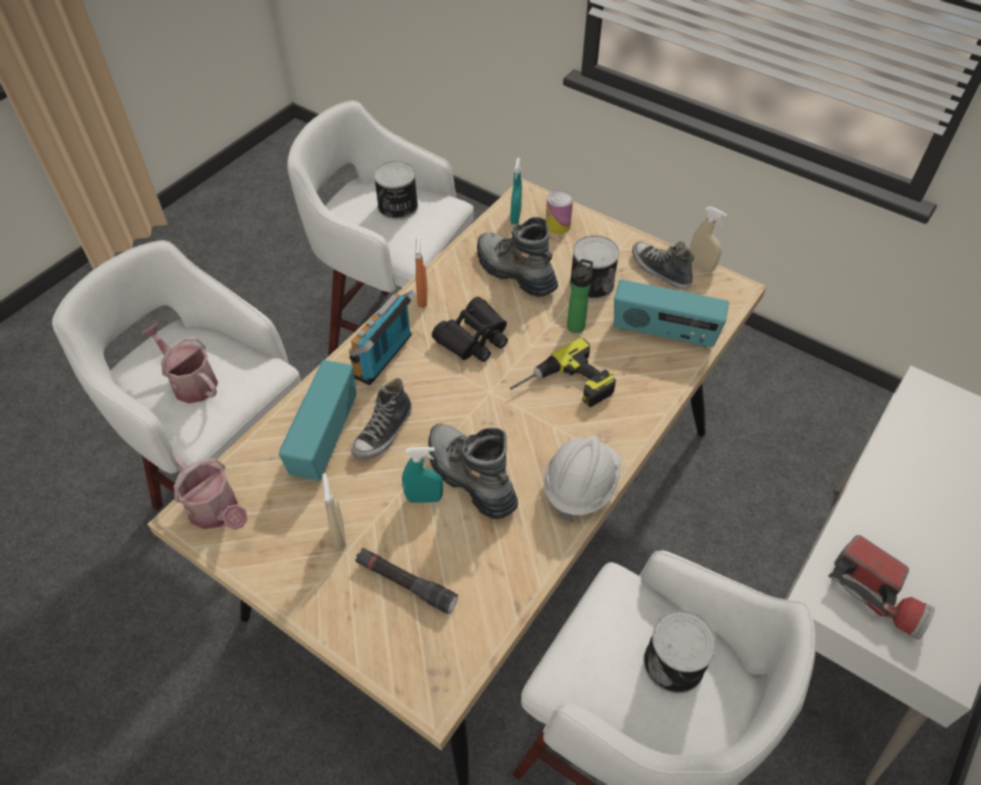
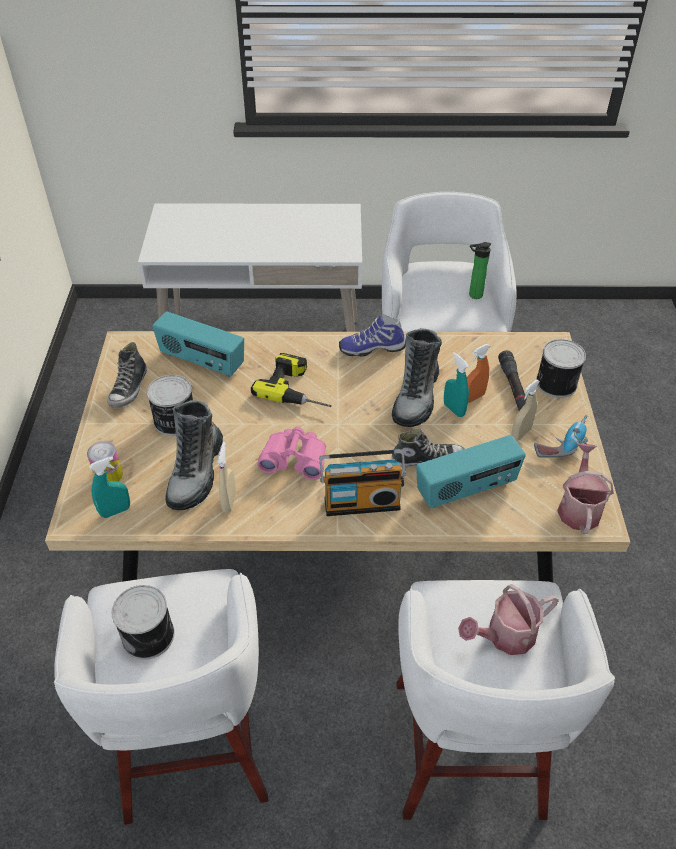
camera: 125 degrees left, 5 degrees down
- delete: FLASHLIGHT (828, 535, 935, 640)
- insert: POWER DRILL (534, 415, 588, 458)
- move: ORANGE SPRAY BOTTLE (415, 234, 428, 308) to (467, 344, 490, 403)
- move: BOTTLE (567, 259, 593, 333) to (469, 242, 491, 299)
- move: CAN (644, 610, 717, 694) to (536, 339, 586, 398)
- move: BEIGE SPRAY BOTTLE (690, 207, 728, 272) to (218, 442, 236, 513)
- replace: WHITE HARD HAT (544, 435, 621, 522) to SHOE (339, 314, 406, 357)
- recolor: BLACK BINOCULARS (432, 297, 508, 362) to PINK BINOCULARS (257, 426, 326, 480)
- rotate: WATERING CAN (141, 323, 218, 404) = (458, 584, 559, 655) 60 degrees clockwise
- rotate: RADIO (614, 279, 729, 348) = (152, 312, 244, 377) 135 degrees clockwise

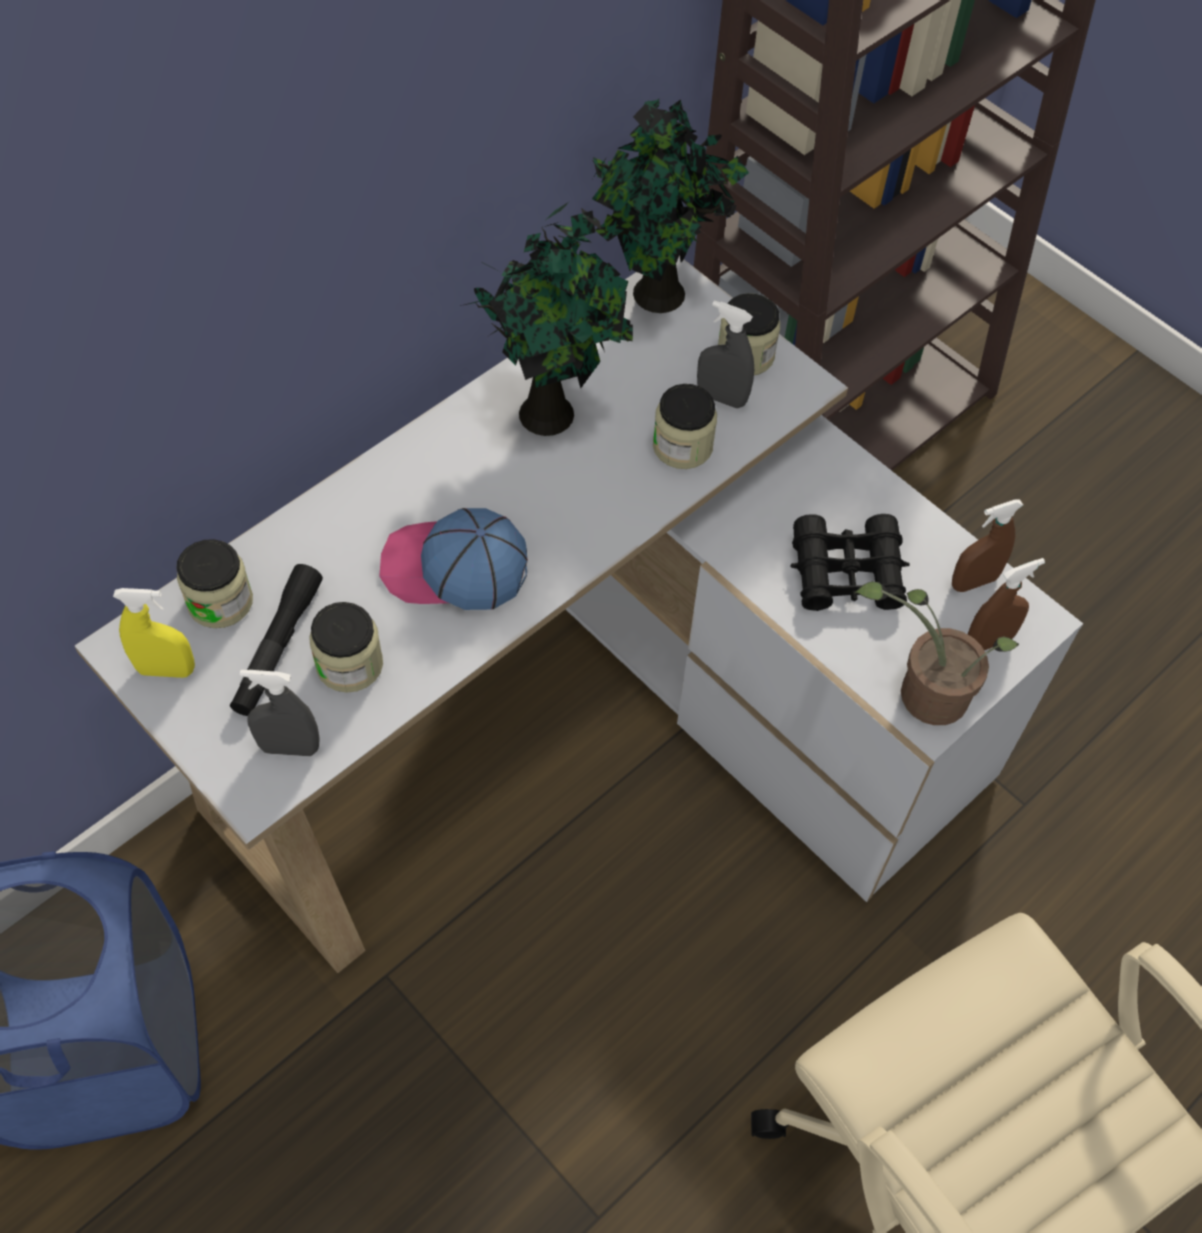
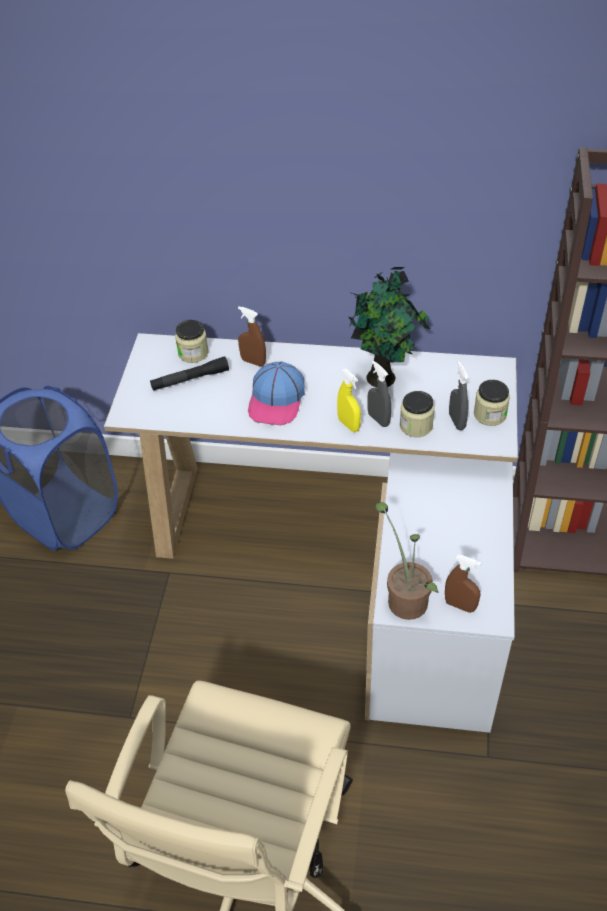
camera: 55 degrees right, 10 degrees down
- delete: JAR (309, 602, 383, 693)
- delete: POTTED PLANT (592, 99, 749, 313)
- delete: BLACK BINOCULARS (790, 514, 910, 611)
- move: YELLOW SPRAY BOTTLE (113, 588, 195, 678) to (337, 369, 361, 432)
- move: GREY SPRAY BOTTLE (240, 670, 319, 756) to (367, 360, 391, 427)
- move: BROWN SPRAY BOTTLE (952, 500, 1023, 592) to (238, 306, 266, 367)
- rotate: CAP (379, 508, 528, 610) = (248, 362, 305, 425) 135 degrees counterclockwise

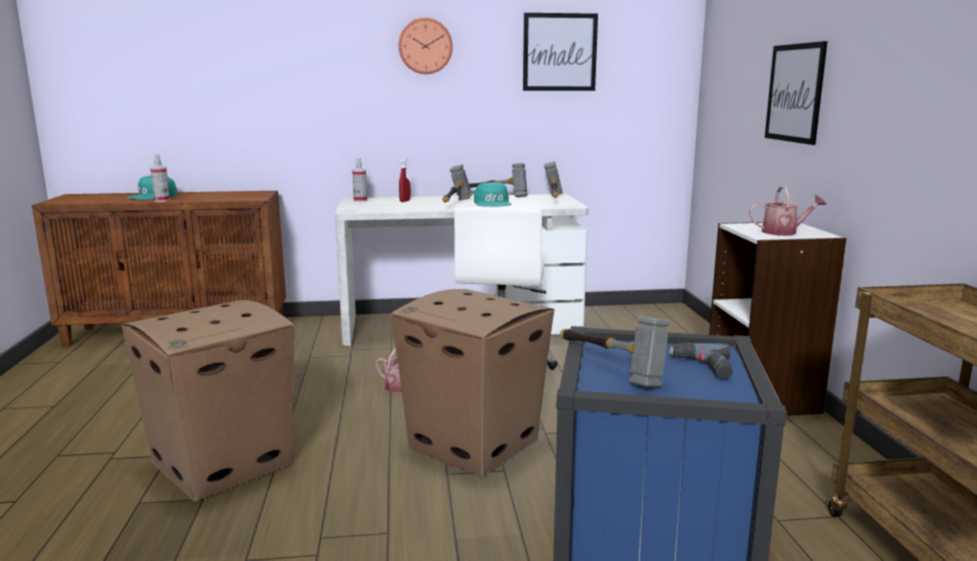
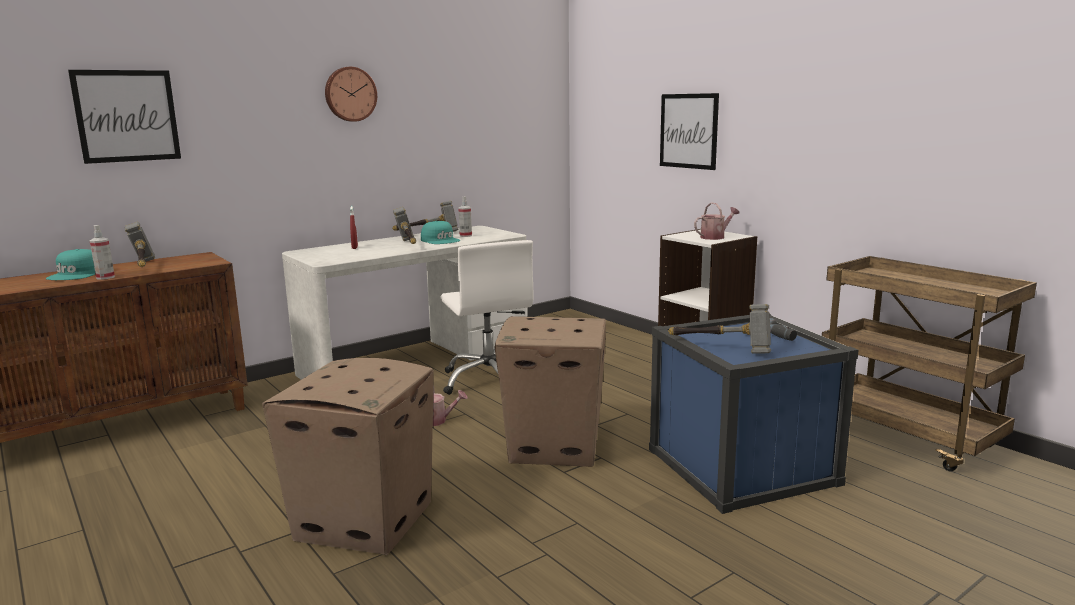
camera: 30 degrees left, 0 degrees up
- move: SPRAY BOTTLE (352, 158, 367, 202) to (458, 196, 472, 237)
- move: PICTURE (523, 13, 598, 91) to (68, 70, 181, 164)
- move: HAMMER (544, 161, 563, 198) to (125, 222, 155, 267)

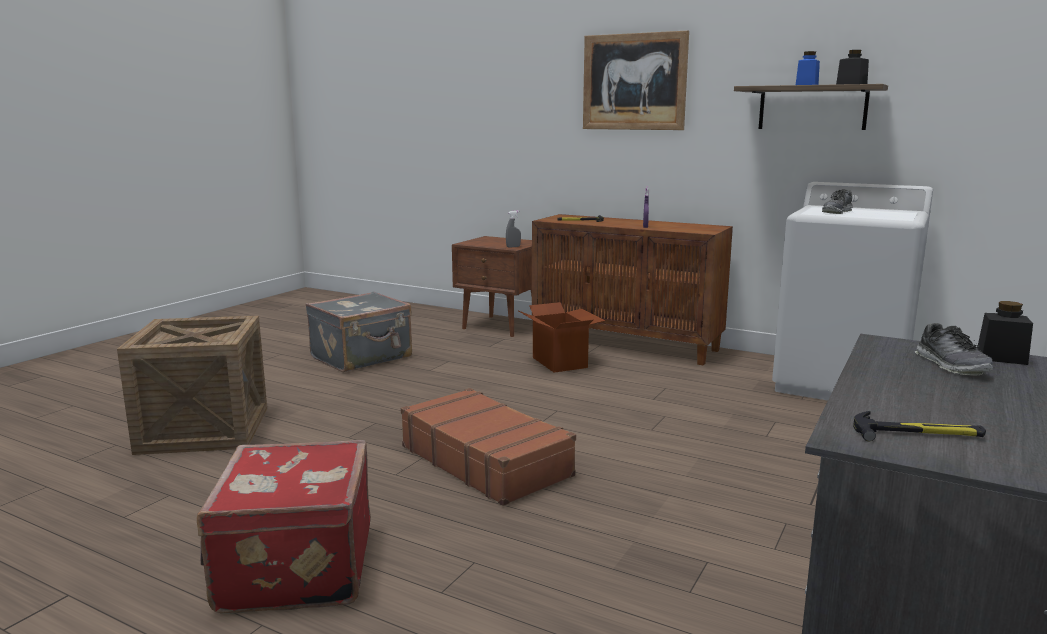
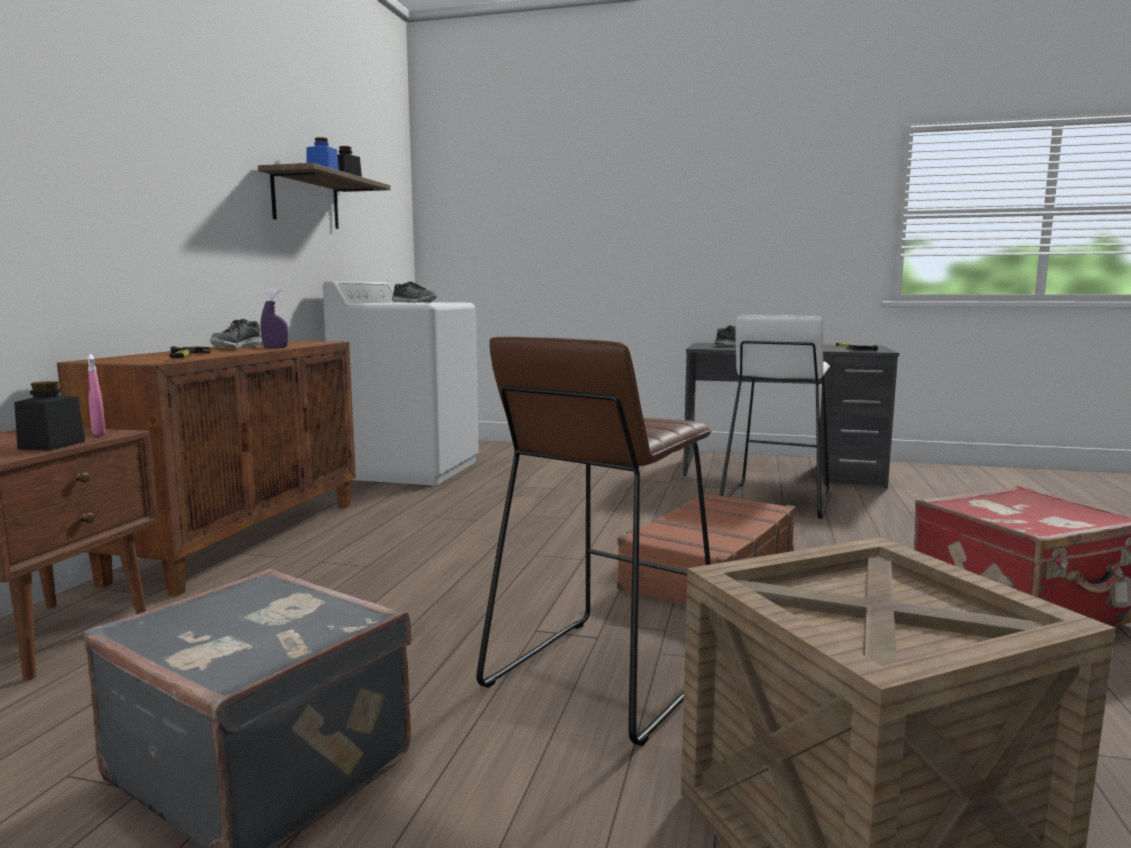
camera: 105 degrees left, 5 degrees down
- delete: CARDBOARD BOX (519, 302, 605, 373)
- delete: PICTURE (583, 31, 689, 130)
- insert: SHOE (210, 319, 263, 349)
- insert: BROWN STOOL (476, 337, 711, 746)
- insert: WHITE STOOL (719, 315, 831, 519)
- move: BLACK JAR (977, 301, 1033, 365) to (14, 381, 85, 451)
- recolor: GREY SPRAY BOTTLE (506, 211, 521, 248) to PINK SPRAY BOTTLE (87, 354, 106, 436)

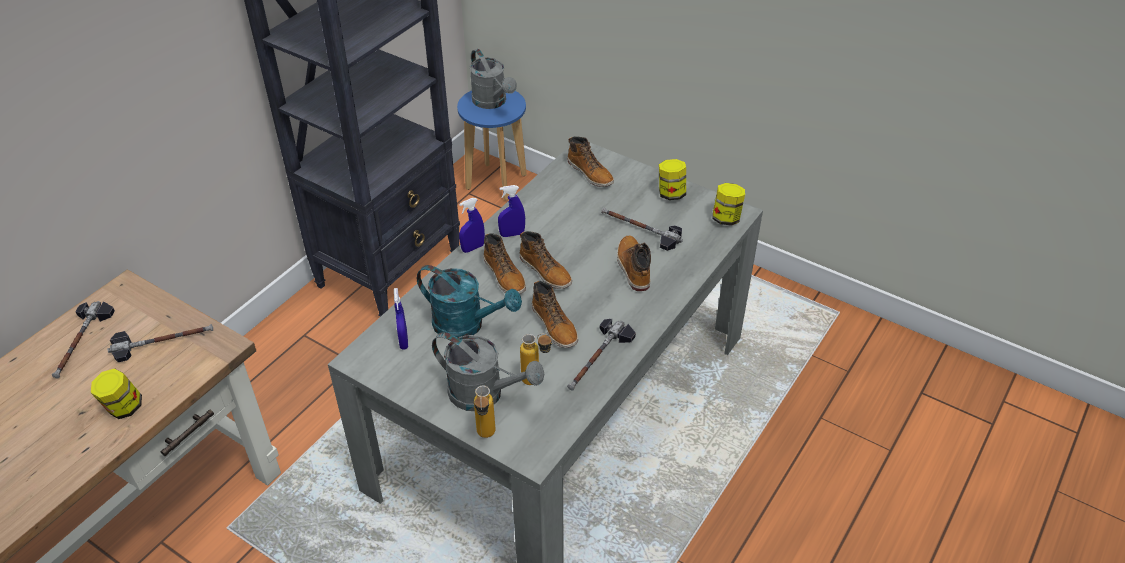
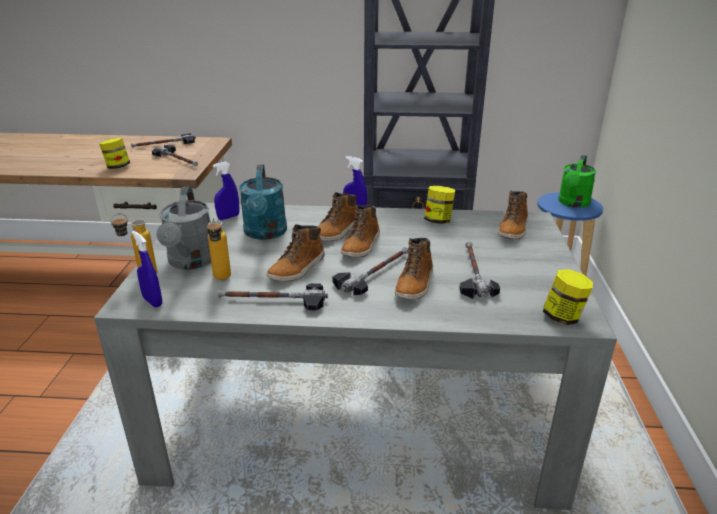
camera: 60 degrees right, 15 degrees down
- insert: HAMMER (332, 247, 408, 295)
- move: BLUE SPRAY BOTTLE (498, 185, 525, 237) to (132, 231, 162, 307)
- move: JAR (659, 159, 686, 200) to (424, 186, 455, 224)
- recolor: GREY WATERING CAN (470, 49, 517, 109) to GREEN WATERING CAN (558, 155, 597, 208)
- rotate: BOOT (617, 236, 651, 291) = (395, 238, 433, 300) 150 degrees clockwise

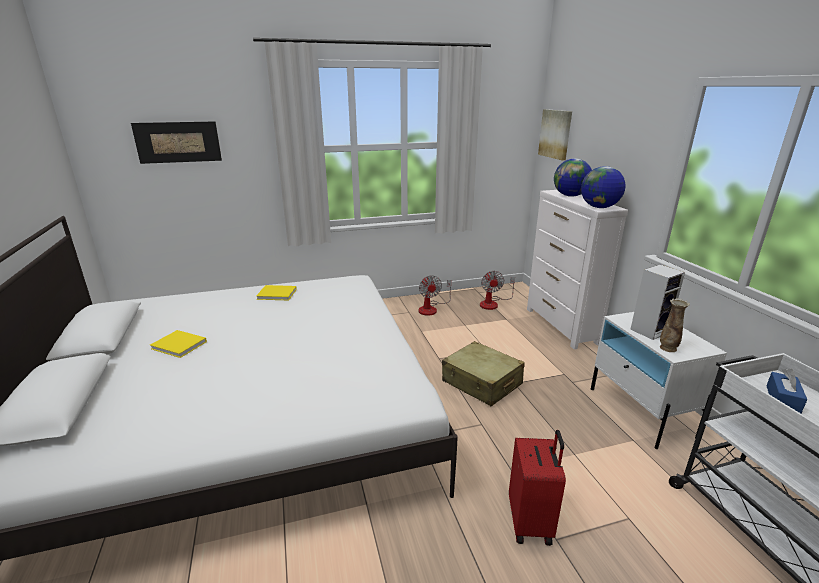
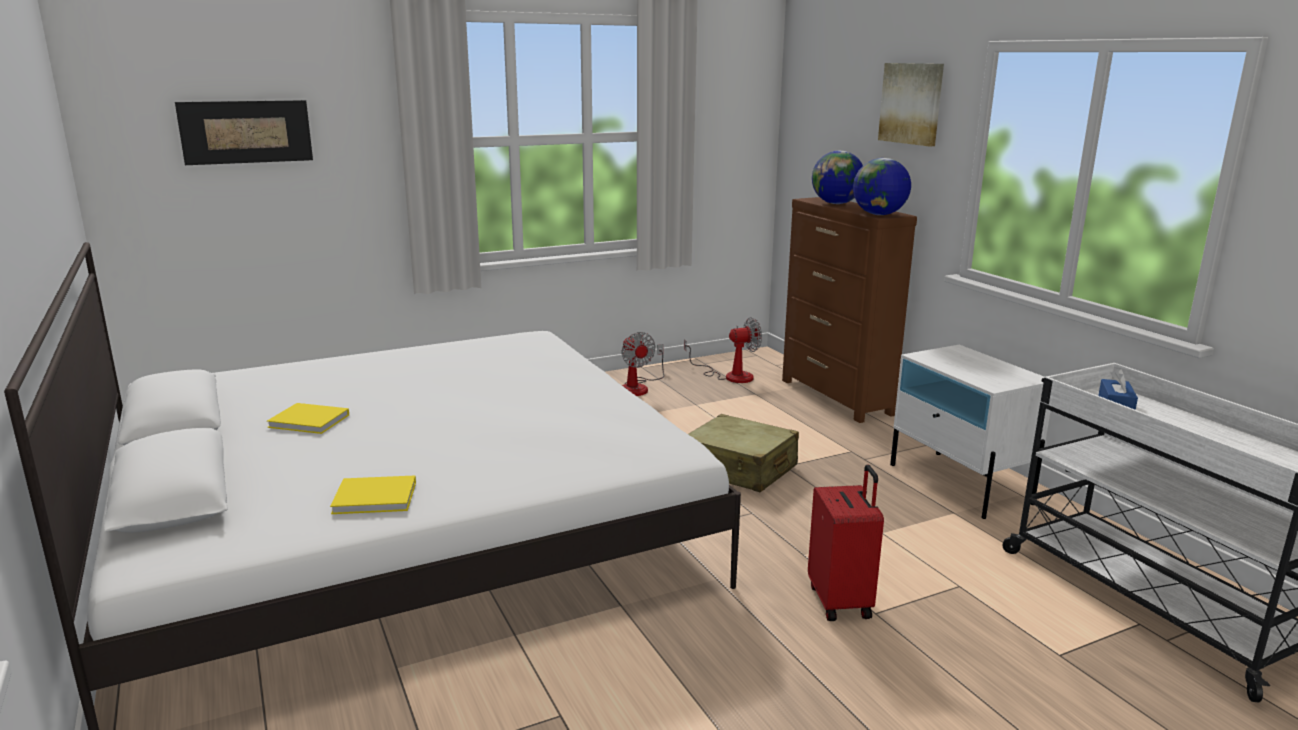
camera: 10 degrees left, 5 degrees down
- delete: SPEAKER (630, 264, 685, 340)
- delete: VASE (660, 298, 690, 352)
- move: YELLOW BOOK (256, 285, 297, 301) to (330, 475, 416, 514)
- move: PICTURE (538, 109, 572, 160) to (878, 63, 944, 147)
- recolor: WHITE DRESSER (527, 190, 628, 350) to BROWN DRESSER (782, 197, 917, 423)
- rotate: FAN (480, 271, 515, 310) = (684, 317, 762, 383) 90 degrees counterclockwise

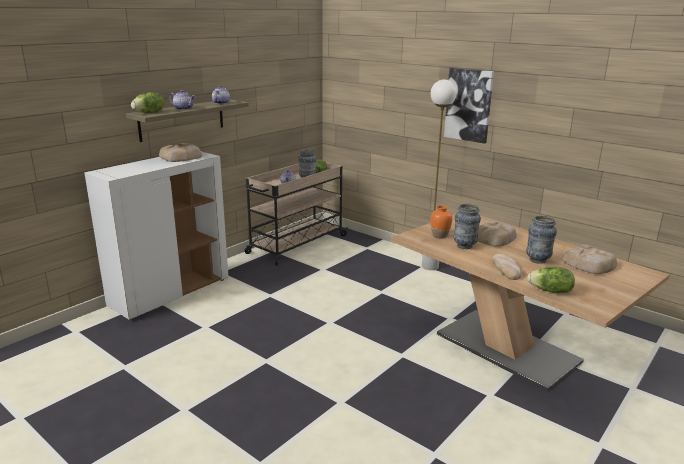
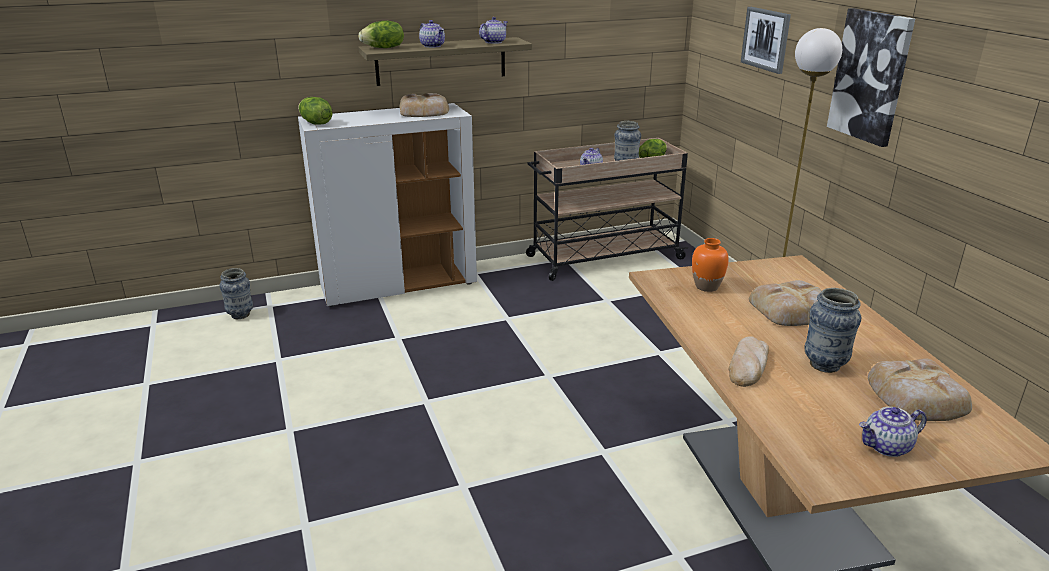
camera: 30 degrees right, 5 degrees up
- insert: PICTURE (741, 7, 791, 74)
- insert: TEAPOT (859, 407, 927, 457)
- move: VASE (454, 204, 481, 249) to (220, 268, 253, 319)
- move: LETTUCE (527, 267, 575, 293) to (298, 97, 333, 125)

